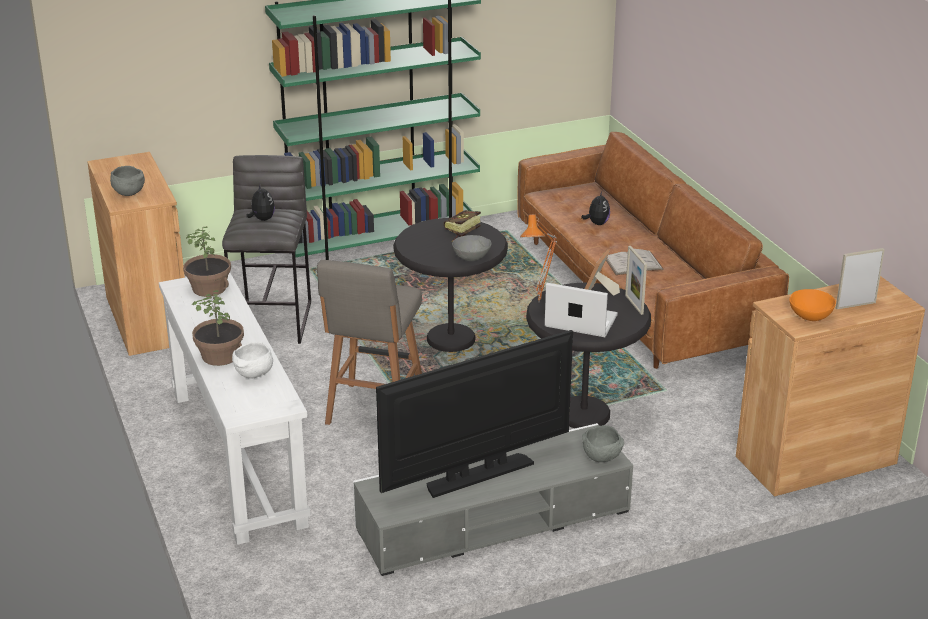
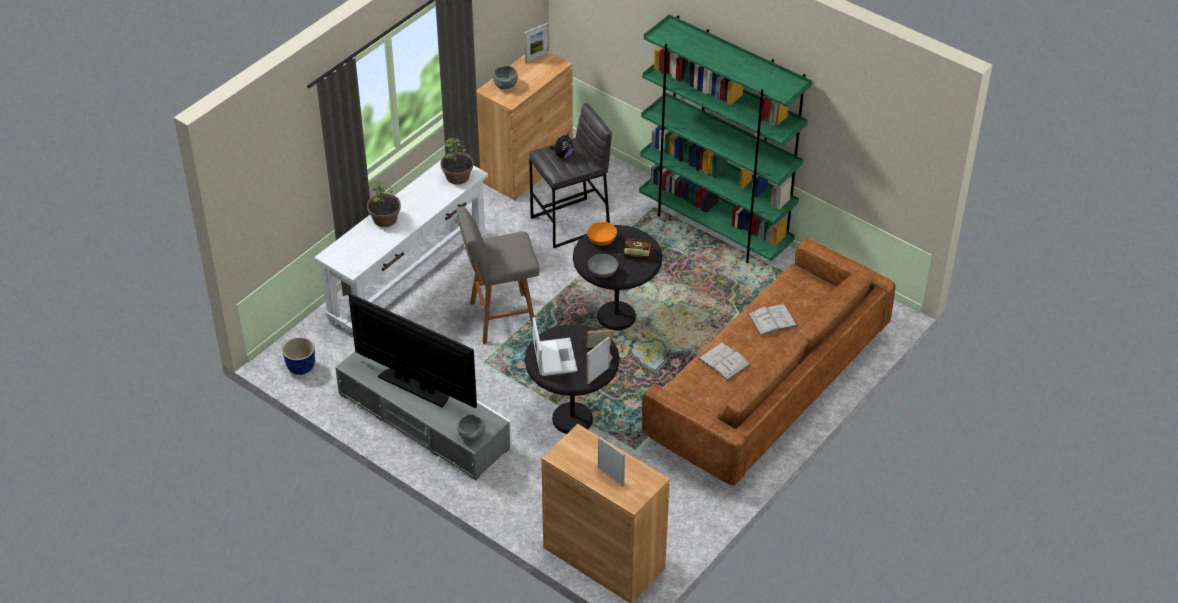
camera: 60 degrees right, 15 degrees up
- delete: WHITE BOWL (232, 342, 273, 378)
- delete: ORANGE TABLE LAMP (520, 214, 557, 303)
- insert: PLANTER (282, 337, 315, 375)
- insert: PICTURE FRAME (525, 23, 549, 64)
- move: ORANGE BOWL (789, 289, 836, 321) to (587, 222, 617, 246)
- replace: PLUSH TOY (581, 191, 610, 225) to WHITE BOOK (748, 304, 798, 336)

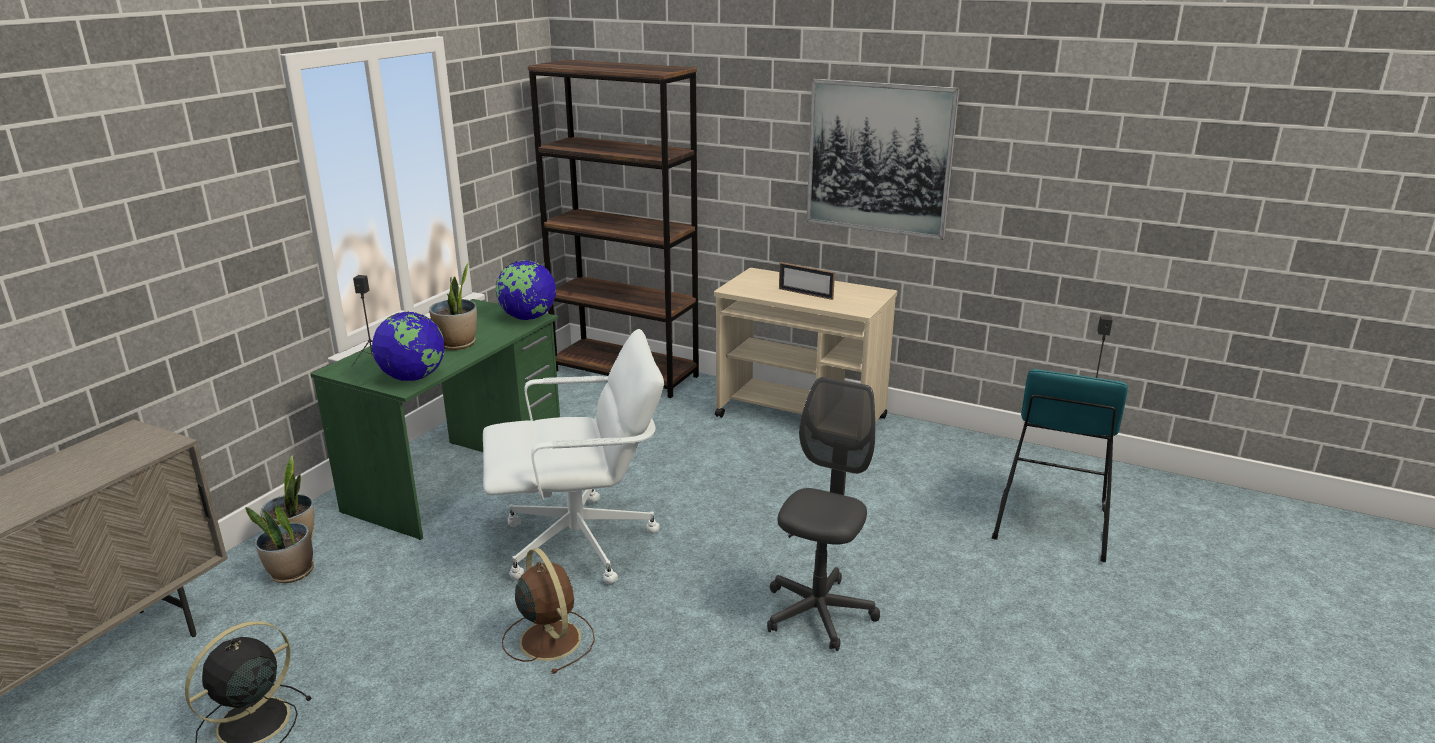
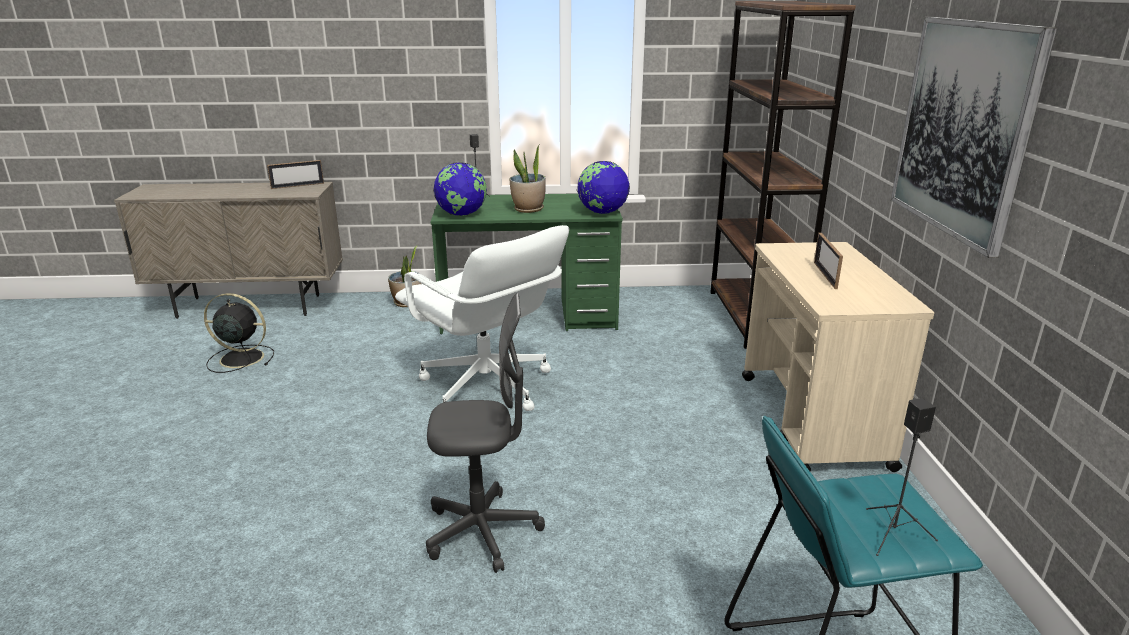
camera: 60 degrees right, 0 degrees up
- delete: POTTED PLANT (246, 505, 314, 583)
- delete: BROWN FAN (502, 548, 595, 674)
- insert: PICTURE FRAME (267, 160, 324, 189)

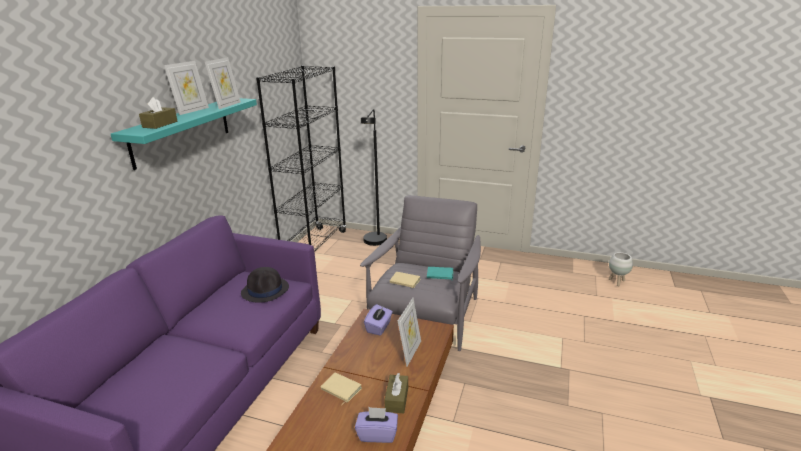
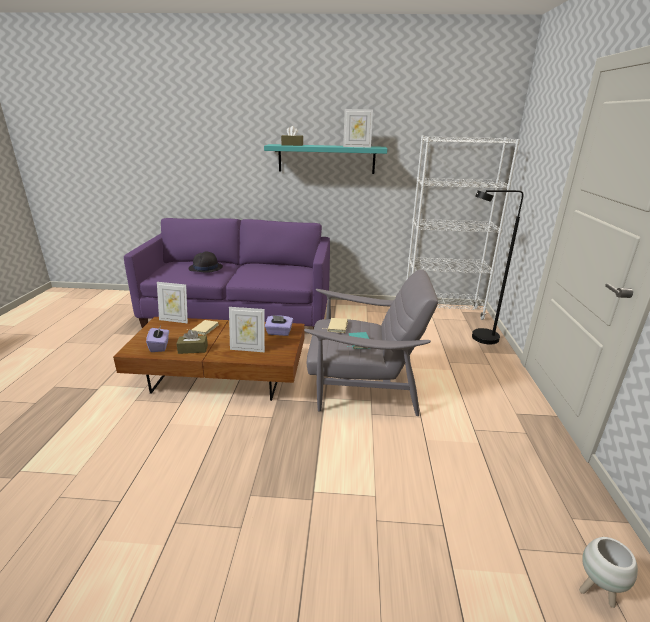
camera: 75 degrees right, 0 degrees up
- move: PICTURE FRAME (164, 61, 209, 115) to (157, 282, 188, 323)
- move: BLACK HAT (241, 267, 289, 302) to (189, 252, 223, 273)
- recolor: BLACK BOOKCASE (256, 65, 347, 252) to WHITE BOOKCASE (407, 136, 520, 320)

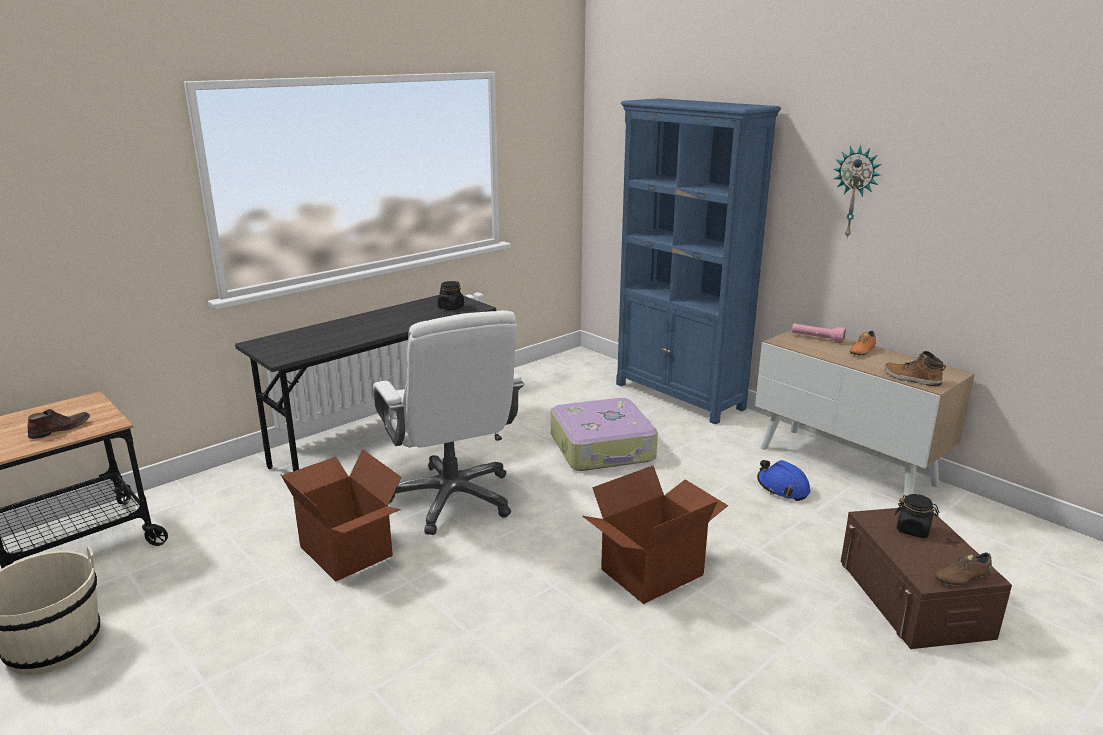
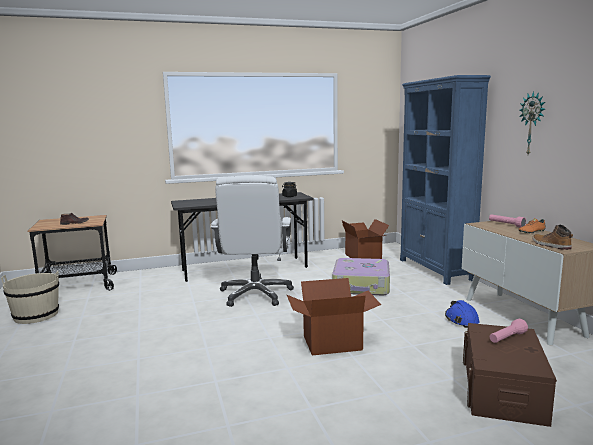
camera: 25 degrees right, 10 degrees down
- delete: BROWN SHOE (935, 552, 992, 586)
- move: CARDBOARD BOX (280, 449, 402, 582) to (342, 219, 389, 259)
- replace: BLACK JAR (895, 494, 939, 538) to PINK FLASHLIGHT (490, 319, 528, 343)

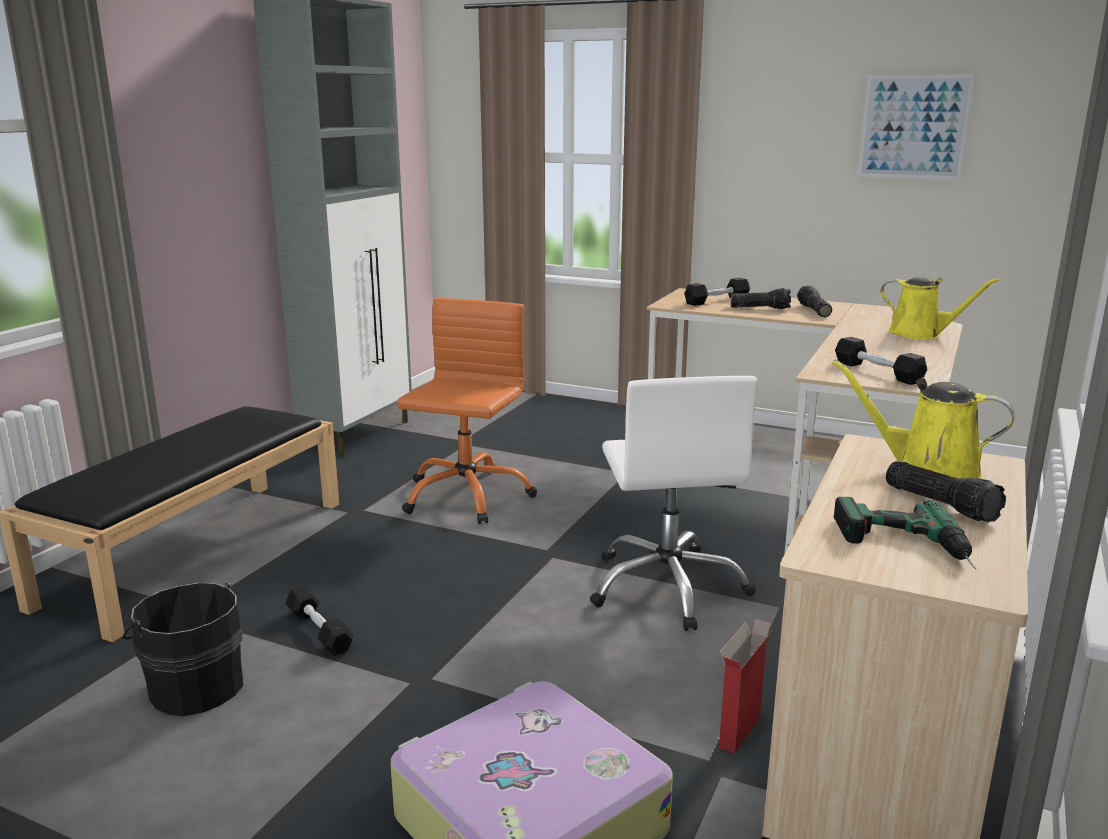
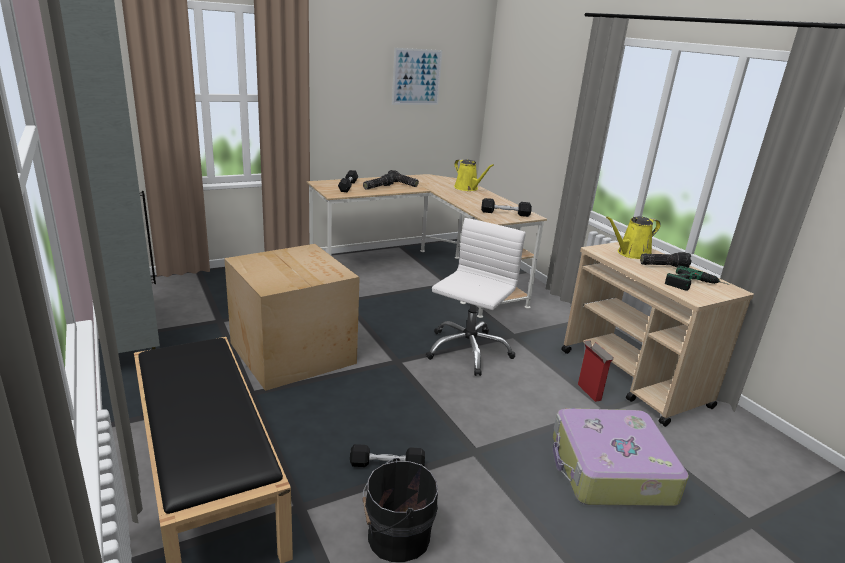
camera: 55 degrees left, 5 degrees up
- replace: ORANGE OFFICE CHAIR (397, 298, 537, 524) to CARDBOARD BOX (224, 244, 360, 391)
- rotate: WHITE OFFICE CHAIR (590, 376, 758, 631) = (426, 218, 526, 376) 90 degrees counterclockwise
- rotate: YELLOW WATERING CAN (880, 277, 1000, 339) = (454, 159, 494, 191) 75 degrees clockwise

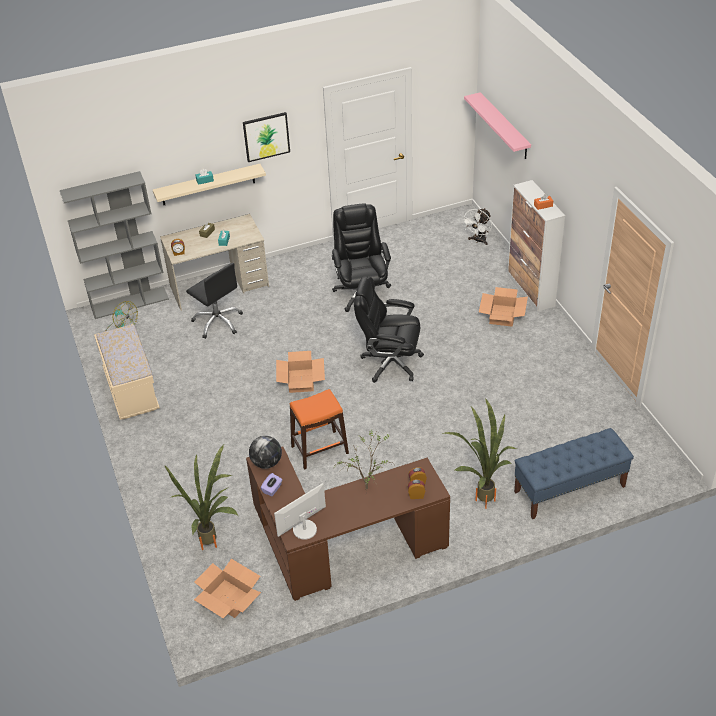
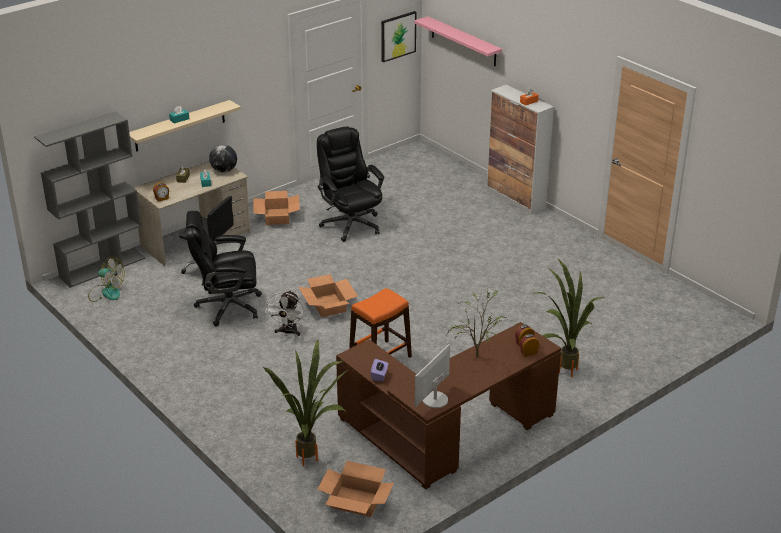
camera: 20 degrees left, 10 degrees down
- delete: BEIGE BENCH (94, 324, 160, 420)
- delete: BLUE BENCH (514, 428, 634, 519)
- move: PICTURE (243, 112, 290, 162) to (381, 11, 416, 62)
- move: GLOBE (249, 436, 282, 469) to (209, 145, 237, 173)
- move: BLACK OFFICE CHAIR (354, 276, 424, 383) to (186, 211, 262, 327)
- move: WHITE FAN (462, 208, 492, 245) to (265, 290, 304, 336)
- move: CARDBOARD BOX (479, 287, 528, 327) to (253, 191, 300, 225)

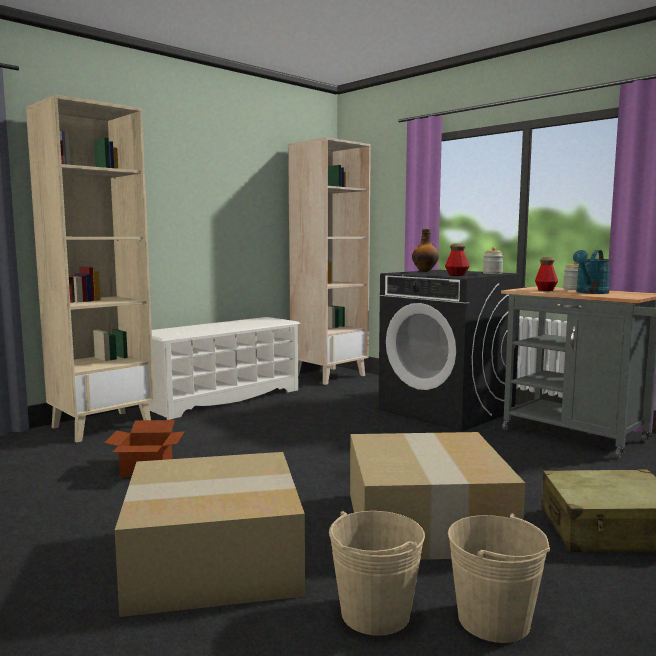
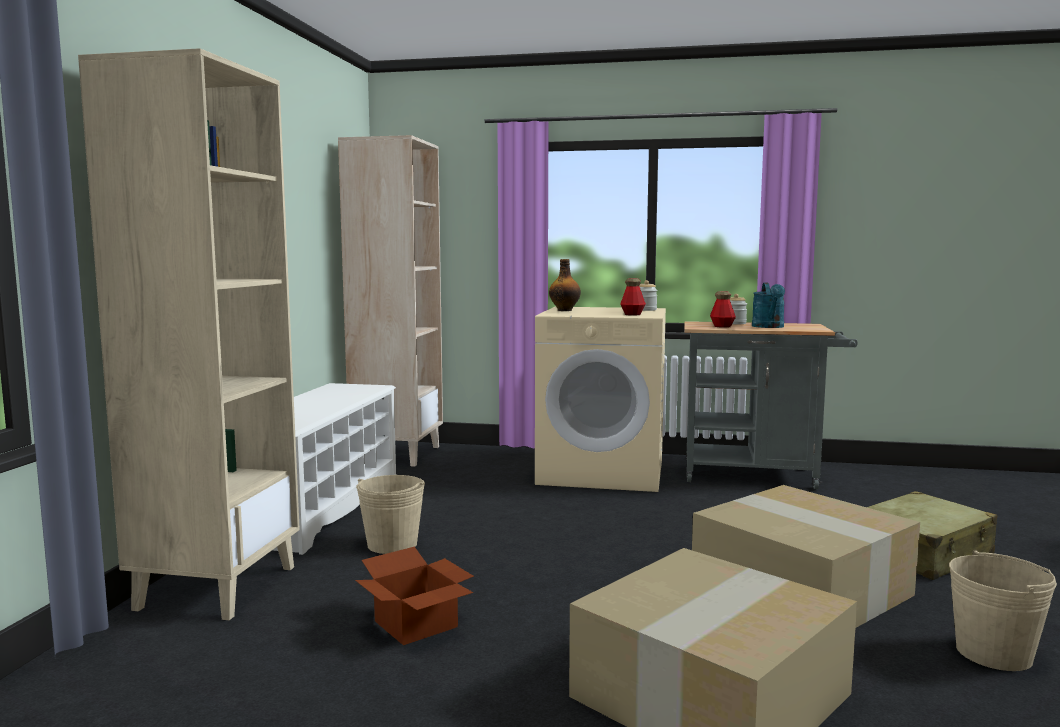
camera: 35 degrees left, 0 degrees up
- move: BEIGE BUCKET (329, 511, 425, 636) to (356, 475, 425, 554)
- recolor: BLACK WASHING MACHINE (378, 270, 523, 432) to BEIGE WASHING MACHINE (535, 307, 666, 492)

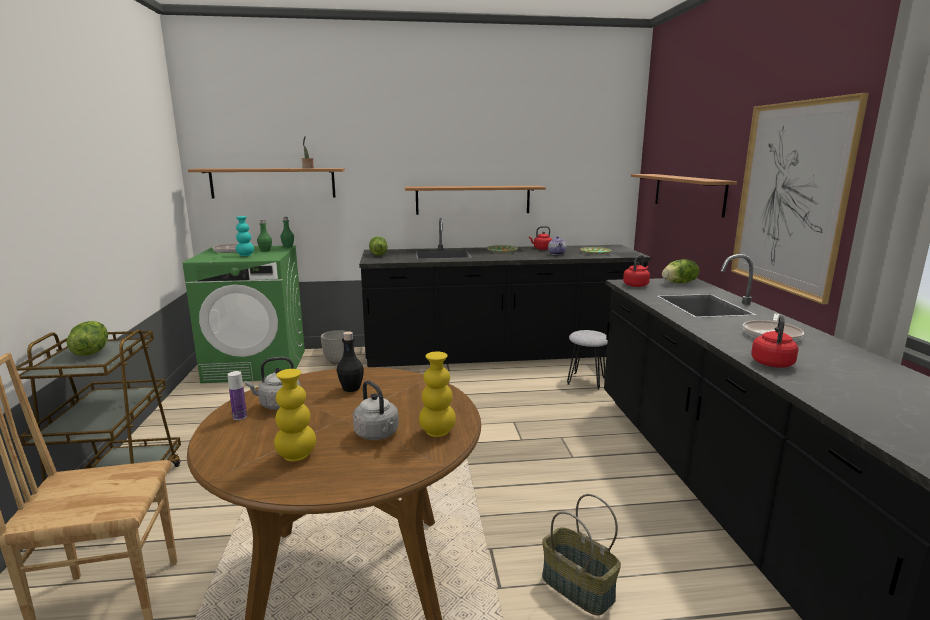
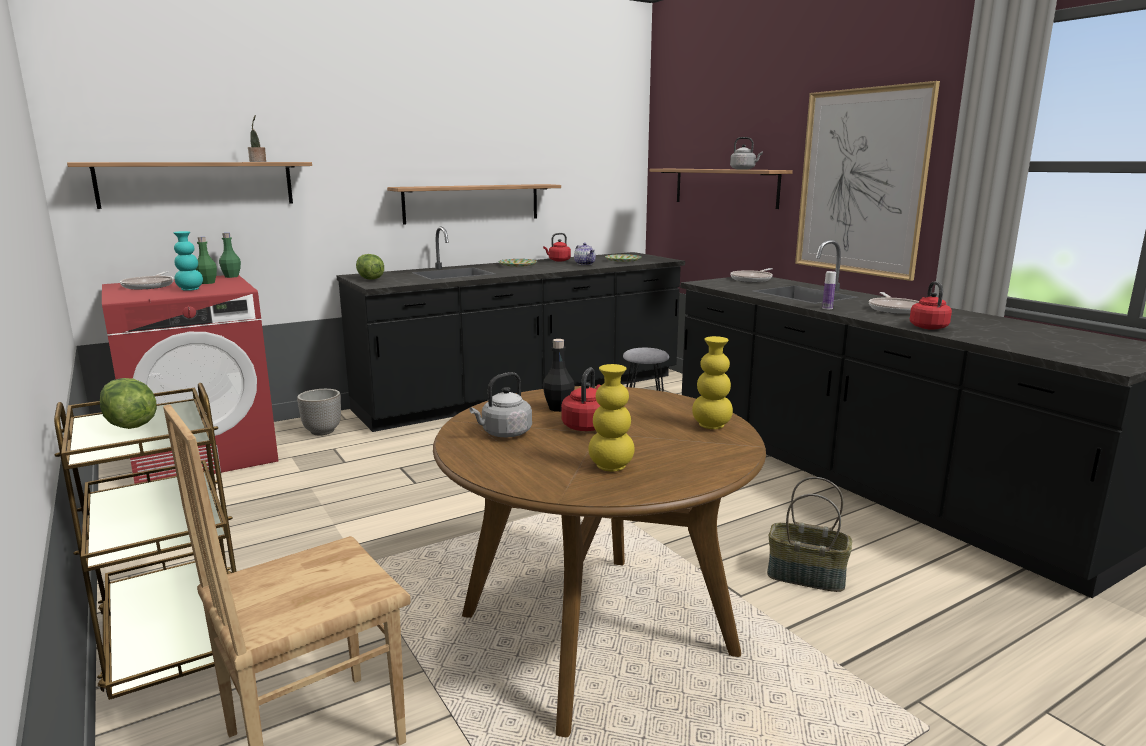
camera: 25 degrees left, 0 degrees up
- move: BOTTLE (228, 371, 247, 420) to (822, 271, 836, 309)
- move: GREY KETTLE (353, 380, 399, 440) to (730, 137, 763, 170)
- move: RED KETTLE (623, 255, 650, 287) to (561, 368, 601, 431)
- replace: LETTUCE (662, 259, 700, 283) to FRYING PAN (730, 268, 773, 282)
- recolor: GREEN WASHING MACHINE (183, 245, 305, 383) to RED WASHING MACHINE (102, 275, 278, 484)

